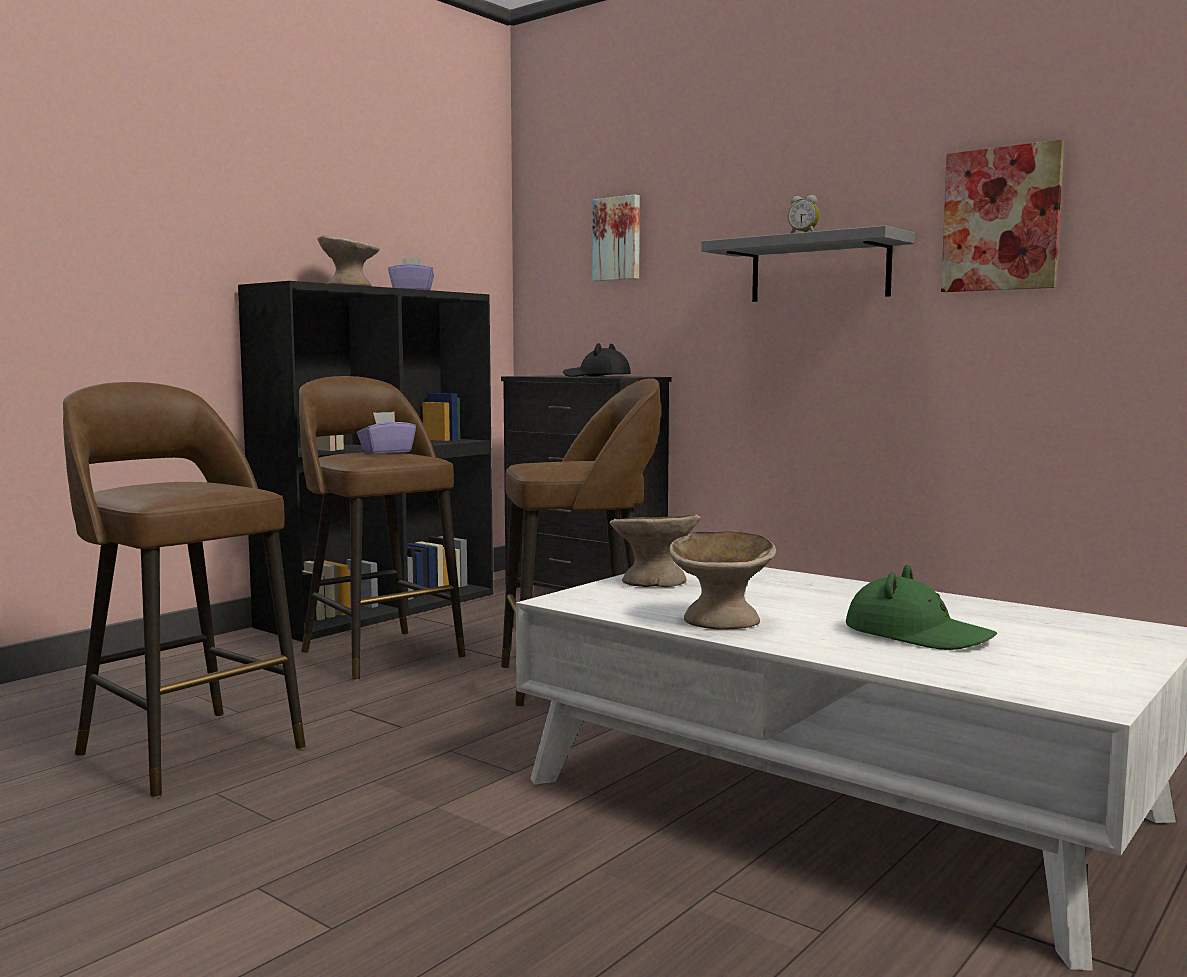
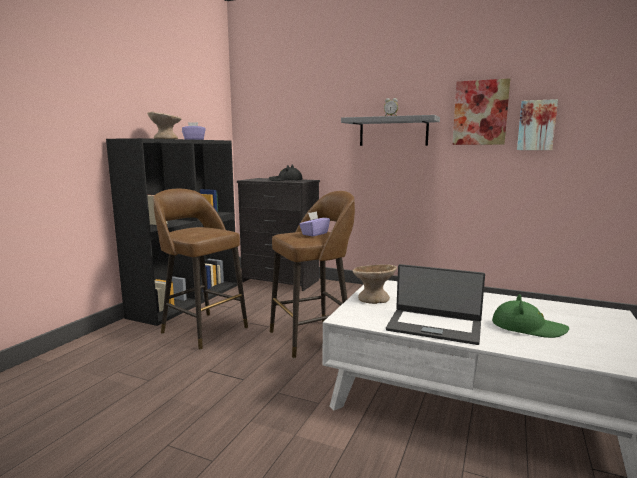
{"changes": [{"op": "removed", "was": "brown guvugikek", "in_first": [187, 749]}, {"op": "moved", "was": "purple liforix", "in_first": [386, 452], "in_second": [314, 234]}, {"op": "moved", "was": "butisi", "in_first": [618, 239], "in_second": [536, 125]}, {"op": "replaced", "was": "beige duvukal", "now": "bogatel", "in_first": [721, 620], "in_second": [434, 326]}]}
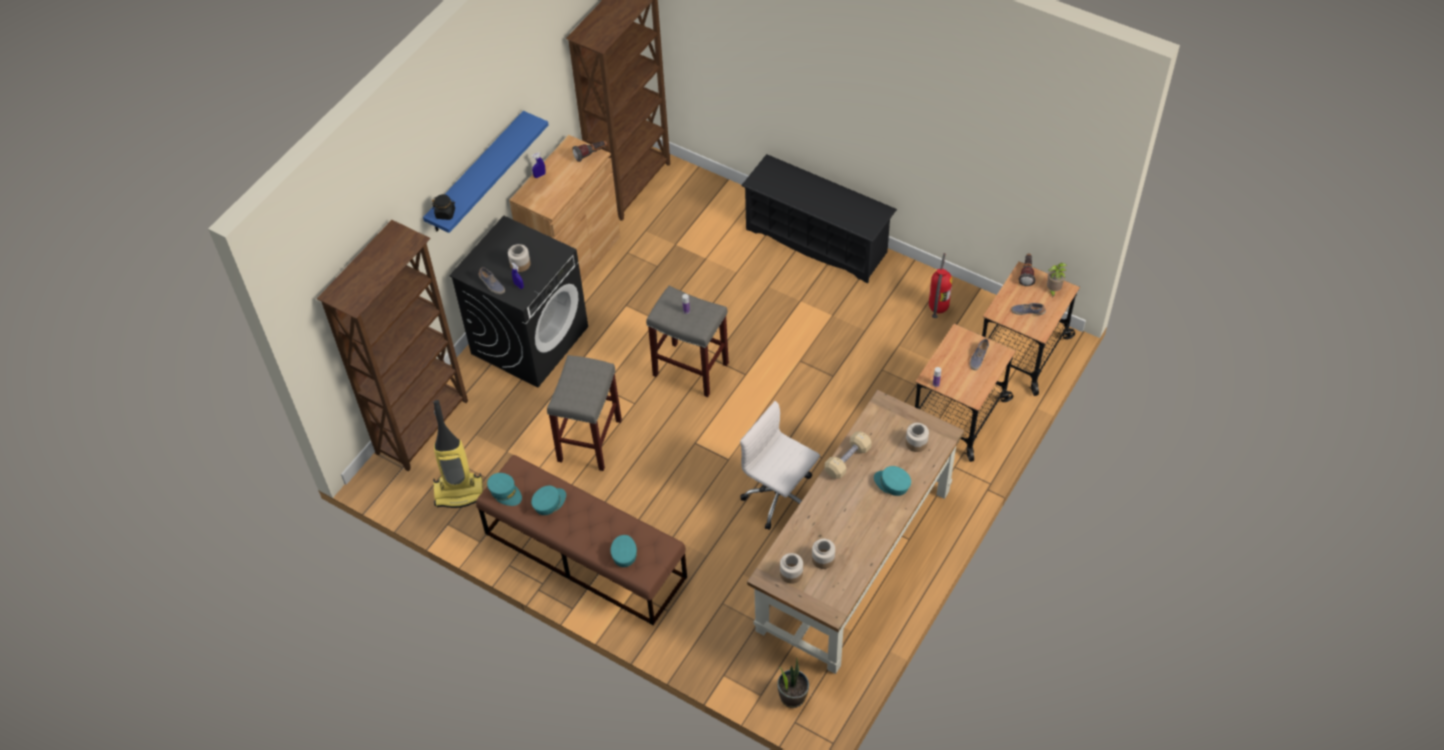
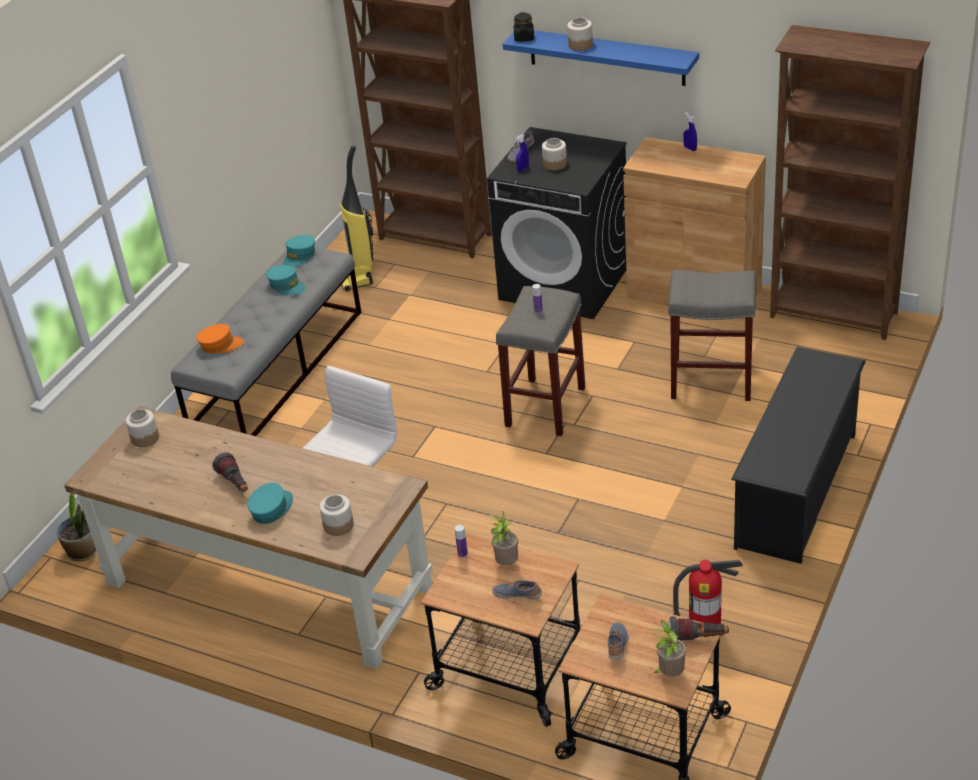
{"changes": [{"op": "removed", "was": "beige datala", "in_first": [847, 460]}, {"op": "added", "now": "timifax", "in_second": [506, 563]}, {"op": "moved", "was": "grey guvugikek", "in_first": [590, 441], "in_second": [710, 382]}, {"op": "moved", "was": "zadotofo", "in_first": [591, 154], "in_second": [235, 484]}, {"op": "moved", "was": "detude", "in_first": [822, 559], "in_second": [580, 45]}, {"op": "recoloured", "was": "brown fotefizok", "now": "grey fotefizok", "in_first": [584, 555], "in_second": [277, 368]}, {"op": "recoloured", "was": "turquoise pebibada", "now": "orange pebibada", "in_first": [624, 553], "in_second": [220, 345]}]}
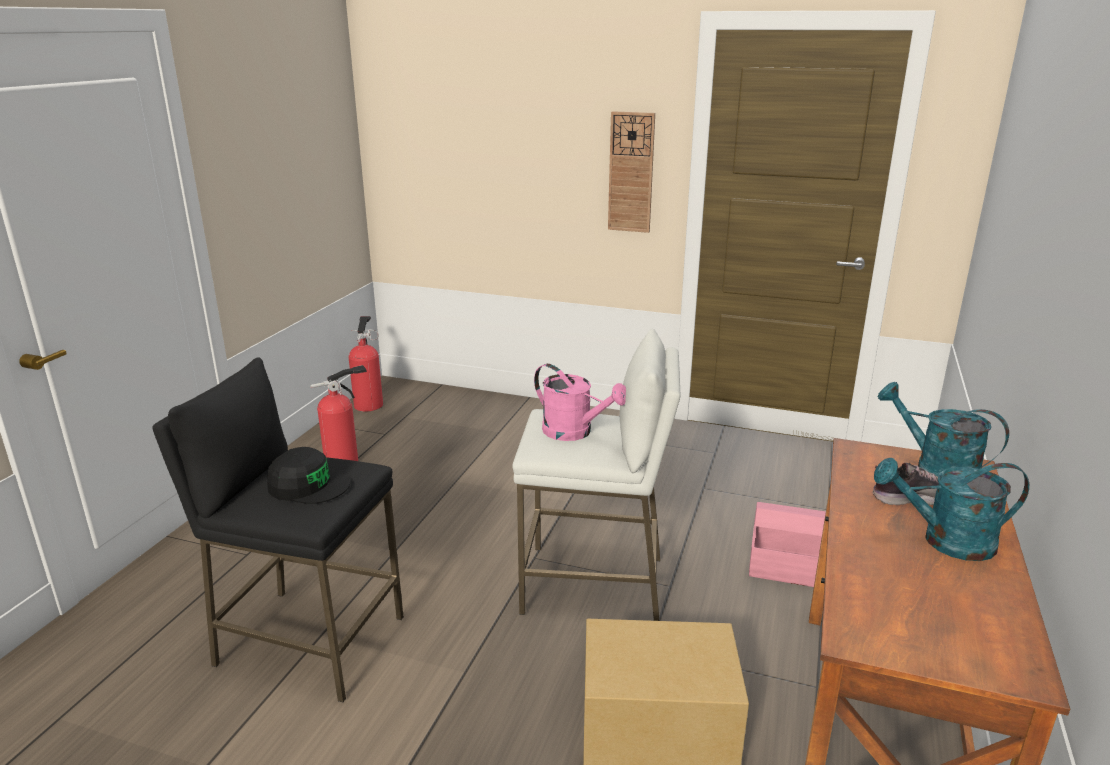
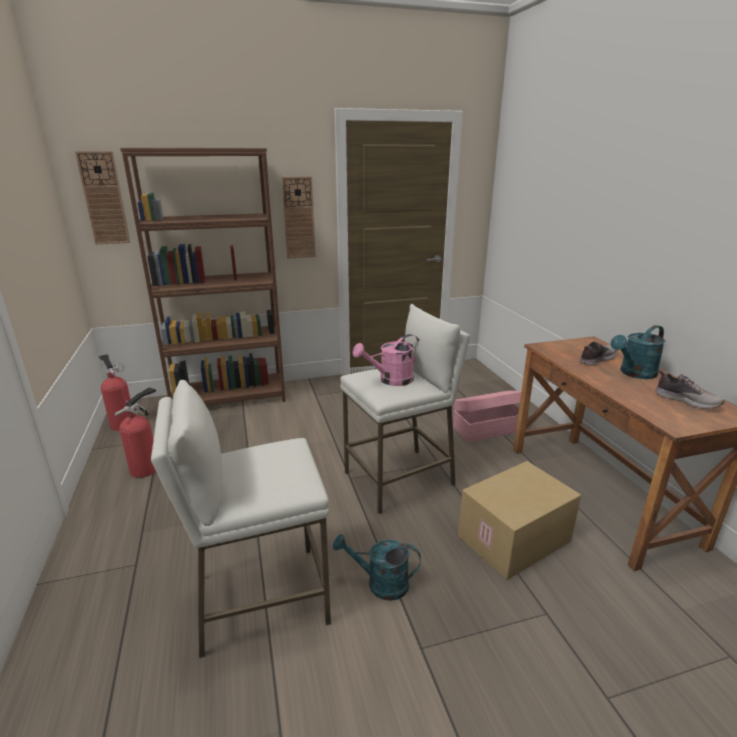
{"changes": [{"op": "removed", "was": "black pebibada", "in_first": [308, 486]}, {"op": "added", "now": "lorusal", "in_second": [104, 198]}, {"op": "added", "now": "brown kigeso", "in_second": [229, 398]}, {"op": "added", "now": "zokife", "in_second": [686, 401]}, {"op": "moved", "was": "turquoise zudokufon", "in_first": [935, 470], "in_second": [380, 583]}, {"op": "recoloured", "was": "black guvugikek", "now": "white guvugikek", "in_first": [309, 642], "in_second": [260, 599]}, {"op": "turned", "was": "pink zudokufon", "in_first": [575, 432], "in_second": [390, 380], "clockwise": 150}]}
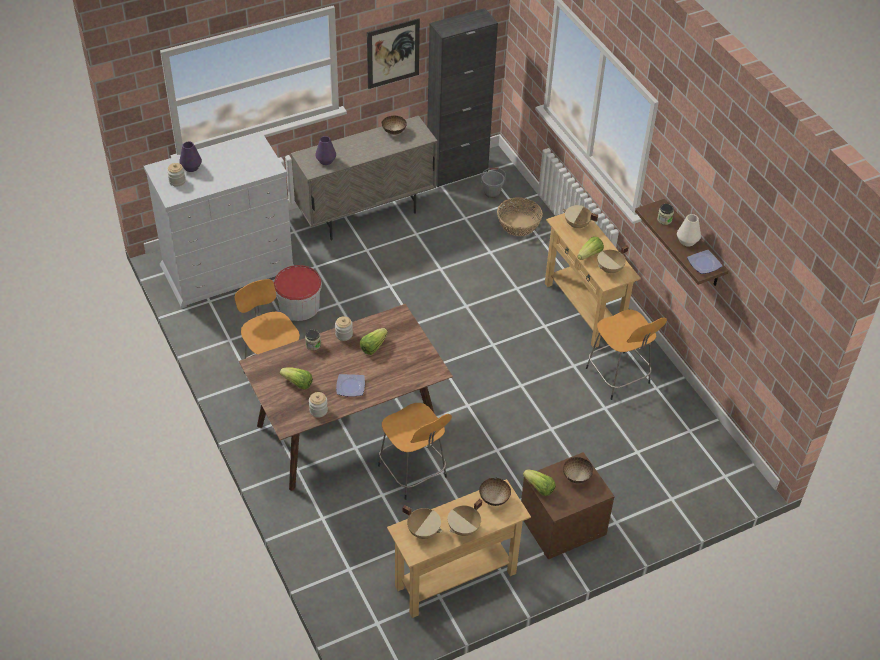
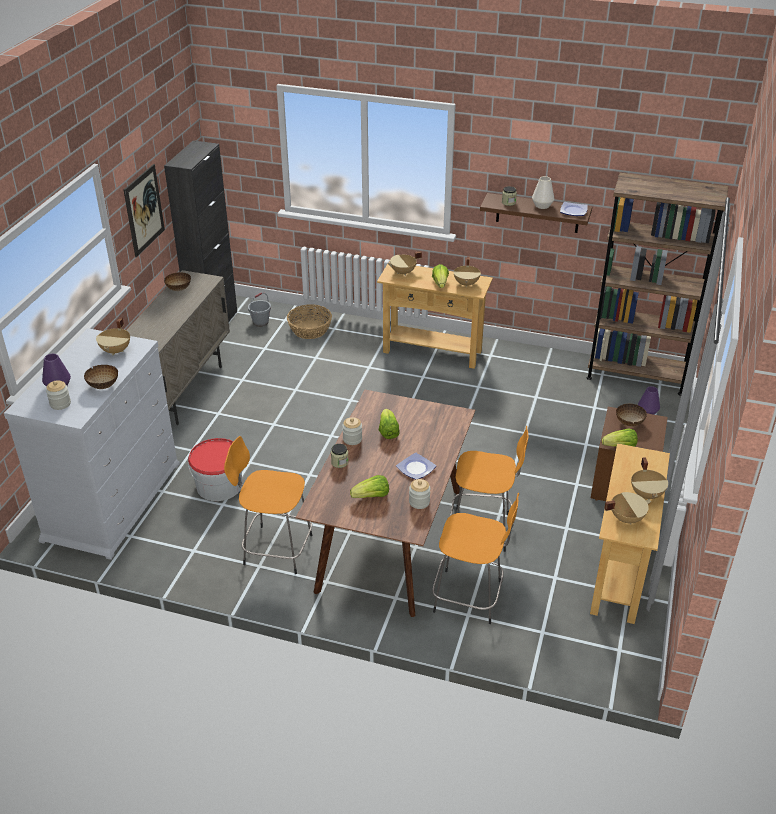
{"changes": [{"op": "added", "now": "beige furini", "in_second": [116, 350]}, {"op": "added", "now": "brown kigeso", "in_second": [636, 375]}, {"op": "moved", "was": "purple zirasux", "in_first": [326, 160], "in_second": [647, 412]}, {"op": "moved", "was": "duvukal", "in_first": [494, 499], "in_second": [104, 386]}, {"op": "moved", "was": "orange guvugikek", "in_first": [619, 377], "in_second": [470, 597]}]}
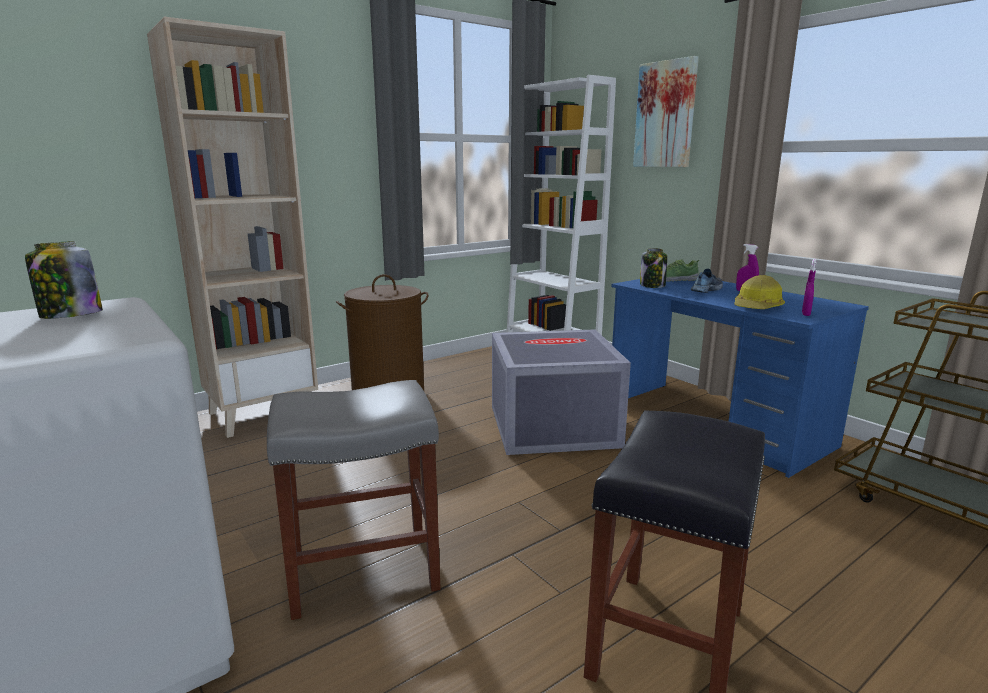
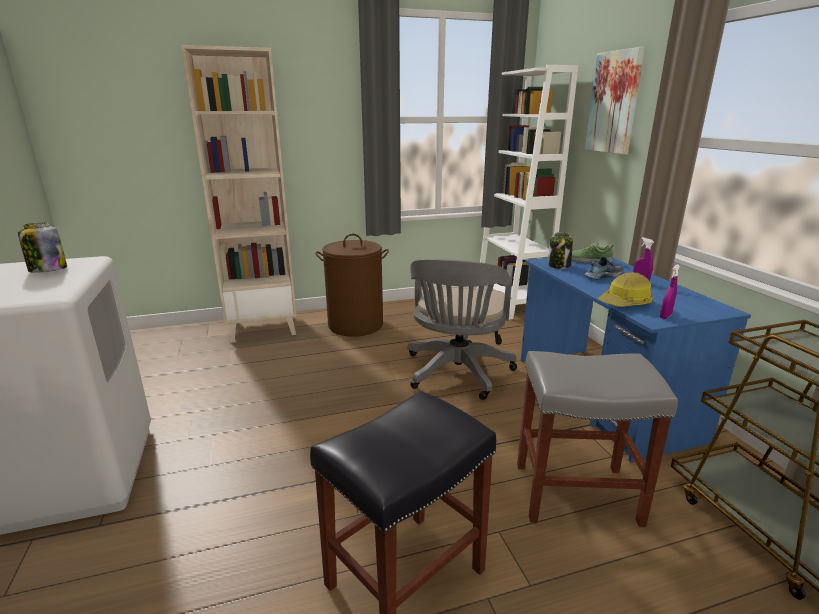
{"changes": [{"op": "moved", "was": "grey guvugikek", "in_first": [365, 569], "in_second": [577, 492]}, {"op": "replaced", "was": "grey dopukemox", "now": "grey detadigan", "in_first": [551, 427], "in_second": [457, 374]}]}
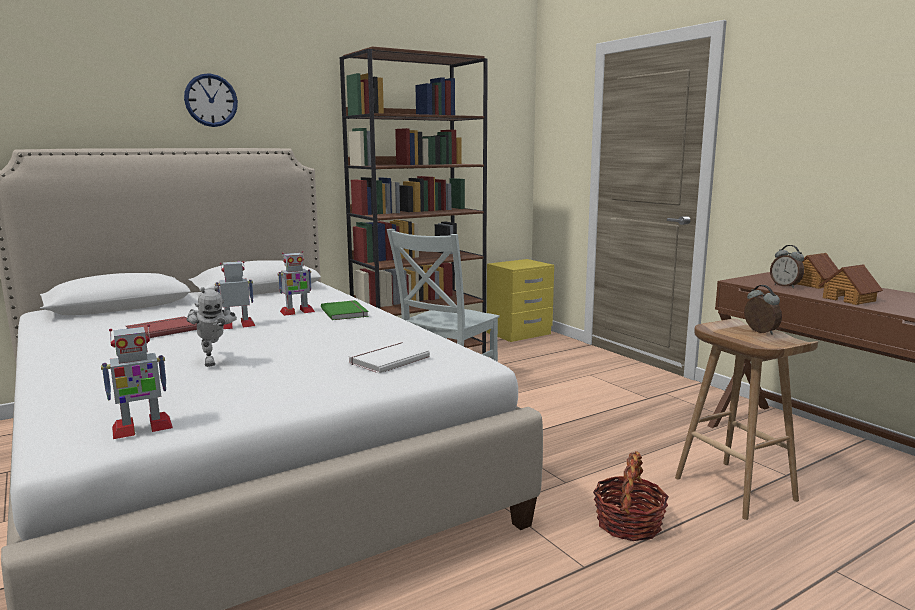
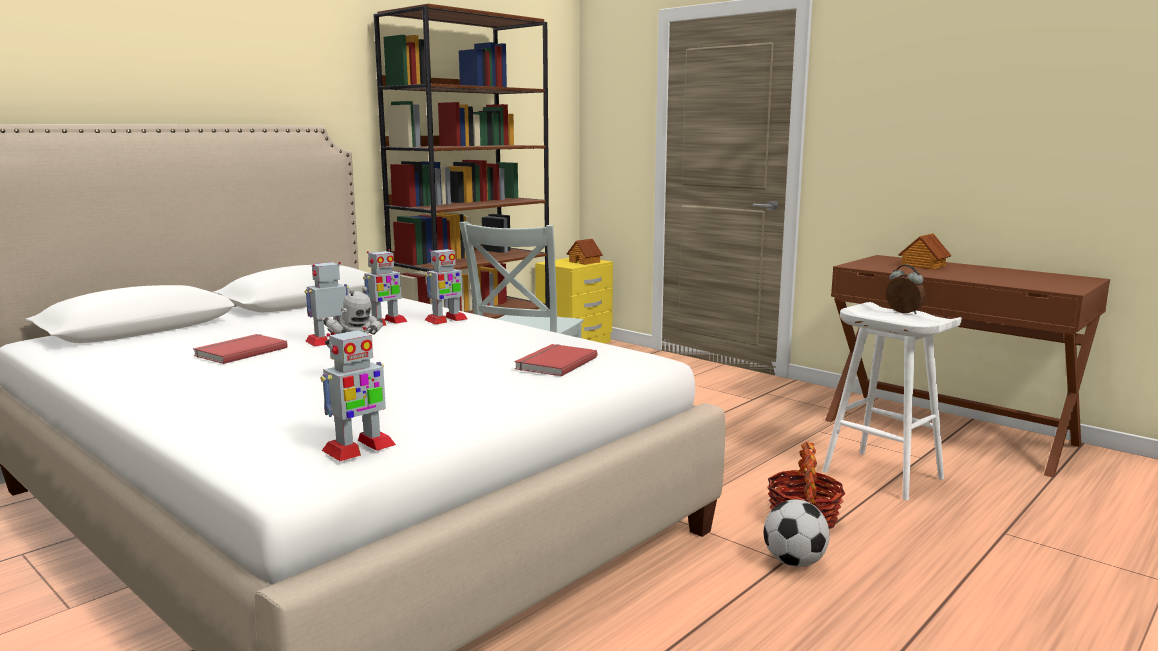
{"changes": [{"op": "removed", "was": "lorusal", "in_first": [211, 100]}, {"op": "removed", "was": "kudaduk", "in_first": [785, 286]}, {"op": "added", "now": "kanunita", "in_second": [794, 562]}, {"op": "moved", "was": "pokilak", "in_first": [849, 299], "in_second": [585, 262]}, {"op": "replaced", "was": "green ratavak", "now": "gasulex", "in_first": [346, 312], "in_second": [445, 320]}, {"op": "recoloured", "was": "white ratavak", "now": "red ratavak", "in_first": [387, 360], "in_second": [554, 363]}, {"op": "recoloured", "was": "brown guvugikek", "now": "white guvugikek", "in_first": [732, 488], "in_second": [880, 475]}]}
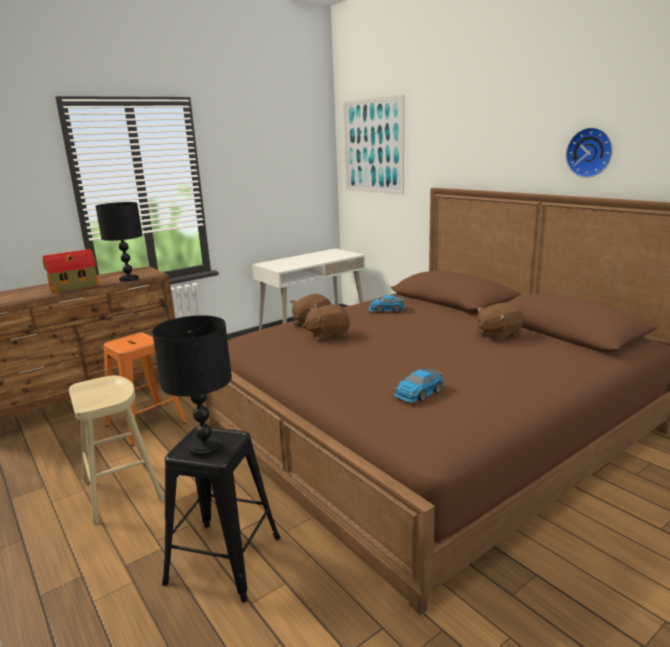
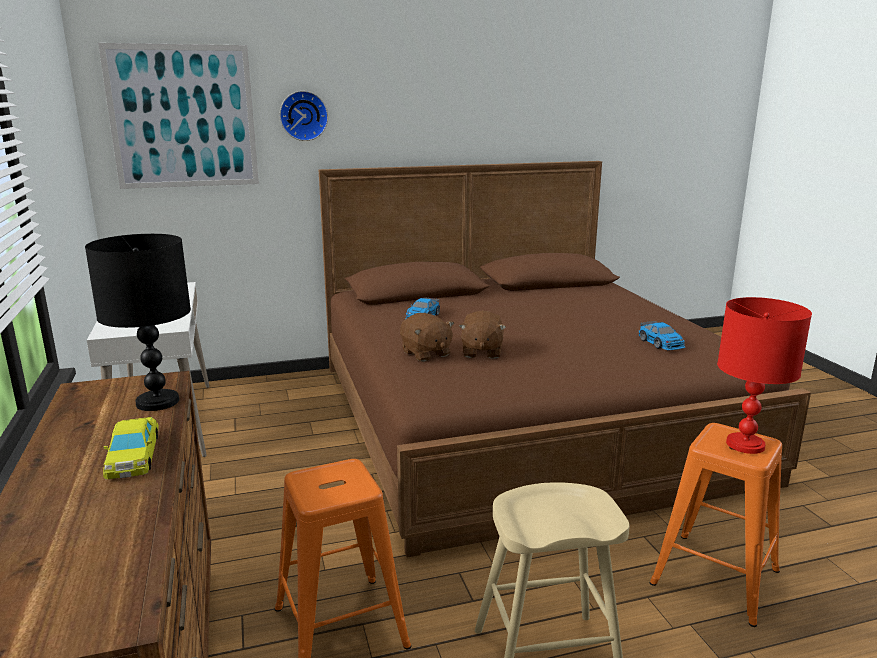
{"changes": [{"op": "removed", "was": "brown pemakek", "in_first": [498, 335]}, {"op": "moved", "was": "lorusal", "in_first": [590, 152], "in_second": [303, 116]}, {"op": "replaced", "was": "pokilak", "now": "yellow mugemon", "in_first": [75, 287], "in_second": [133, 455]}, {"op": "recoloured", "was": "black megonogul", "now": "red megonogul", "in_first": [206, 448], "in_second": [745, 444]}, {"op": "recoloured", "was": "black guvugikek", "now": "orange guvugikek", "in_first": [222, 560], "in_second": [716, 578]}]}
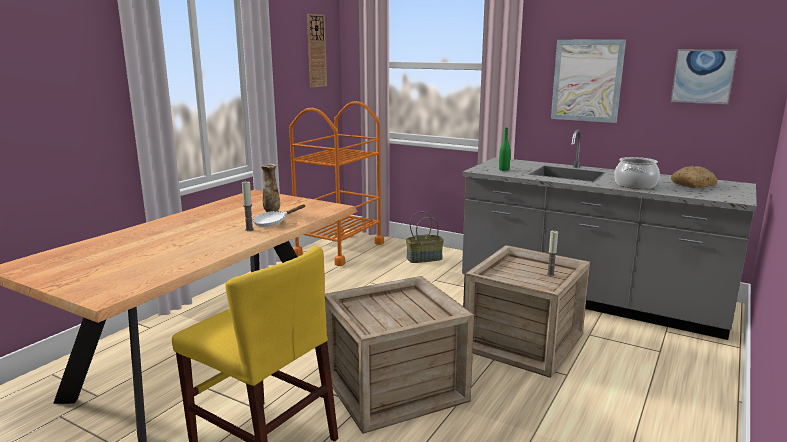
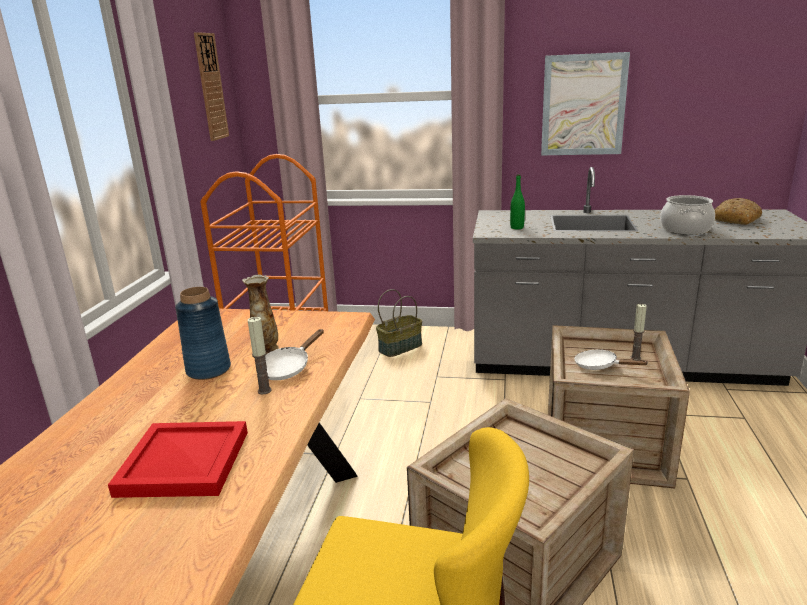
{"changes": [{"op": "removed", "was": "butisi", "in_first": [703, 76]}, {"op": "added", "now": "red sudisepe", "in_second": [182, 464]}, {"op": "added", "now": "blue zirasux", "in_second": [208, 370]}, {"op": "added", "now": "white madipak", "in_second": [600, 366]}]}
